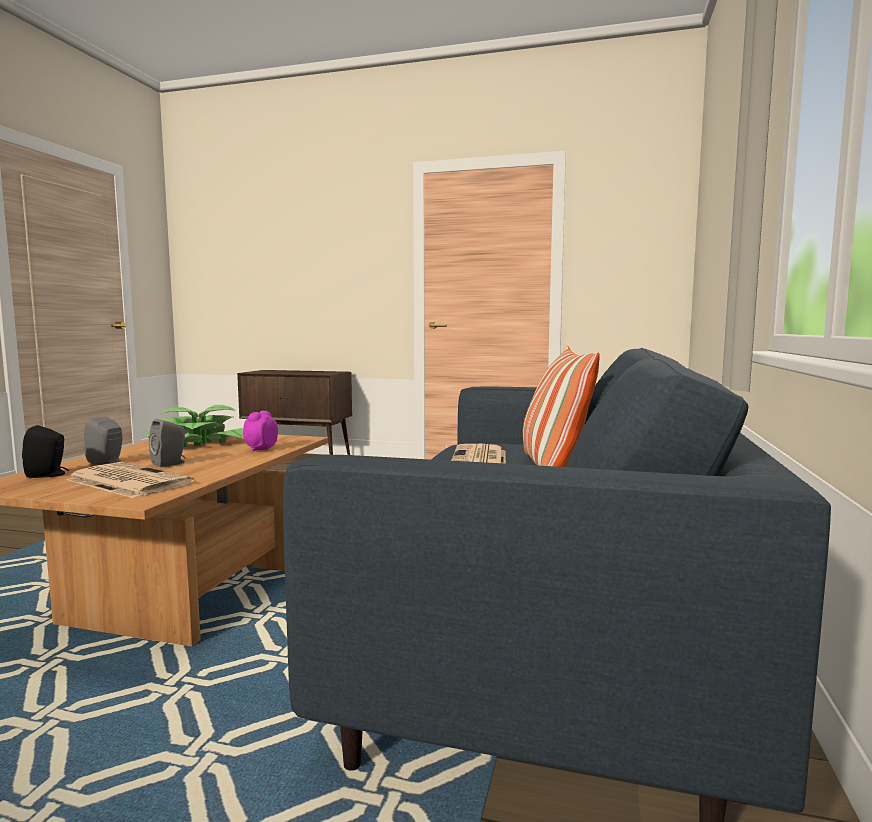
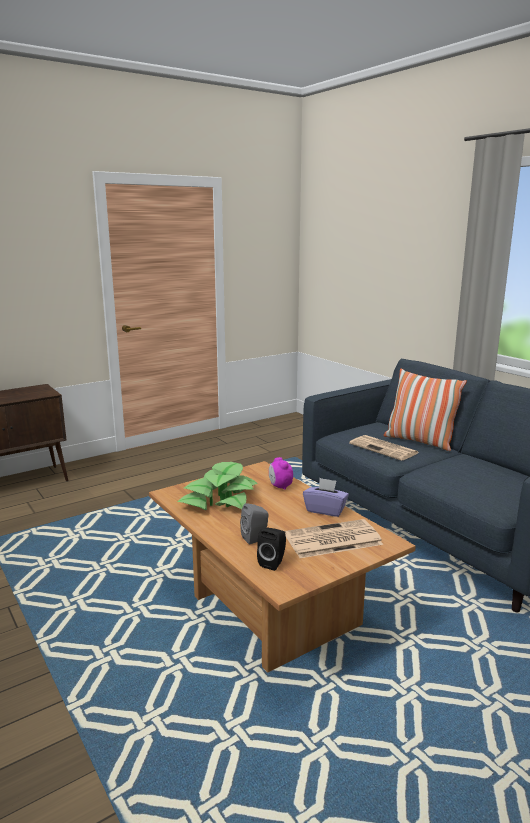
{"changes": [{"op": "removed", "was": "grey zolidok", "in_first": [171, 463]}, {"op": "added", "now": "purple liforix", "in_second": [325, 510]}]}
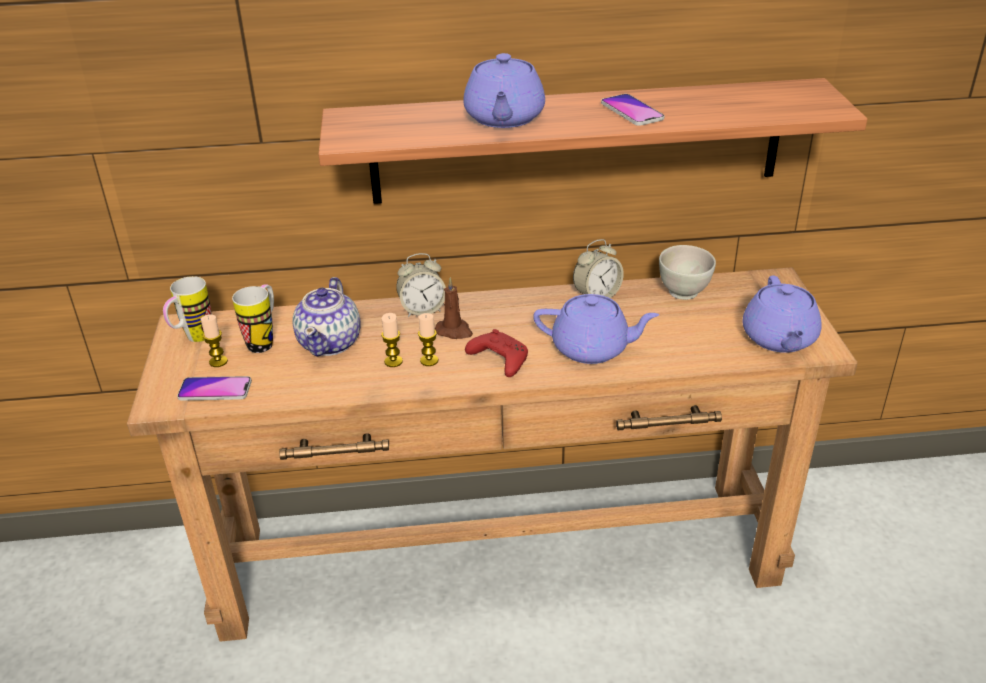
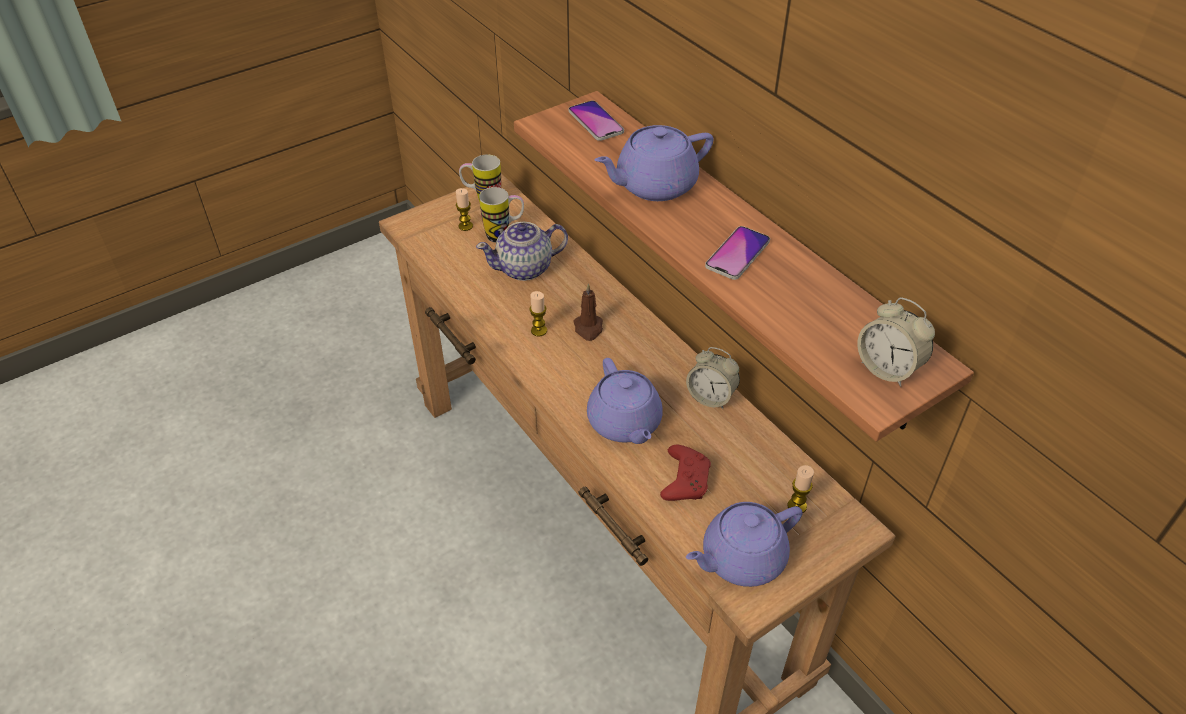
{"changes": [{"op": "removed", "was": "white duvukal", "in_first": [683, 293]}, {"op": "moved", "was": "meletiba", "in_first": [215, 390], "in_second": [595, 122]}, {"op": "moved", "was": "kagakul", "in_first": [393, 361], "in_second": [797, 506]}, {"op": "moved", "was": "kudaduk", "in_first": [422, 310], "in_second": [887, 368]}, {"op": "moved", "was": "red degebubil", "in_first": [498, 361], "in_second": [684, 480]}]}
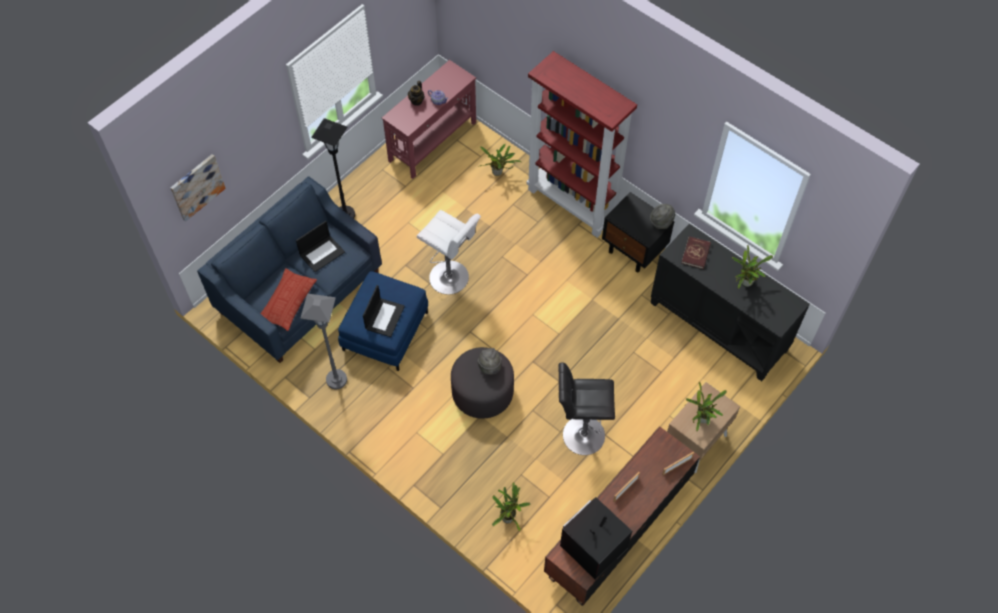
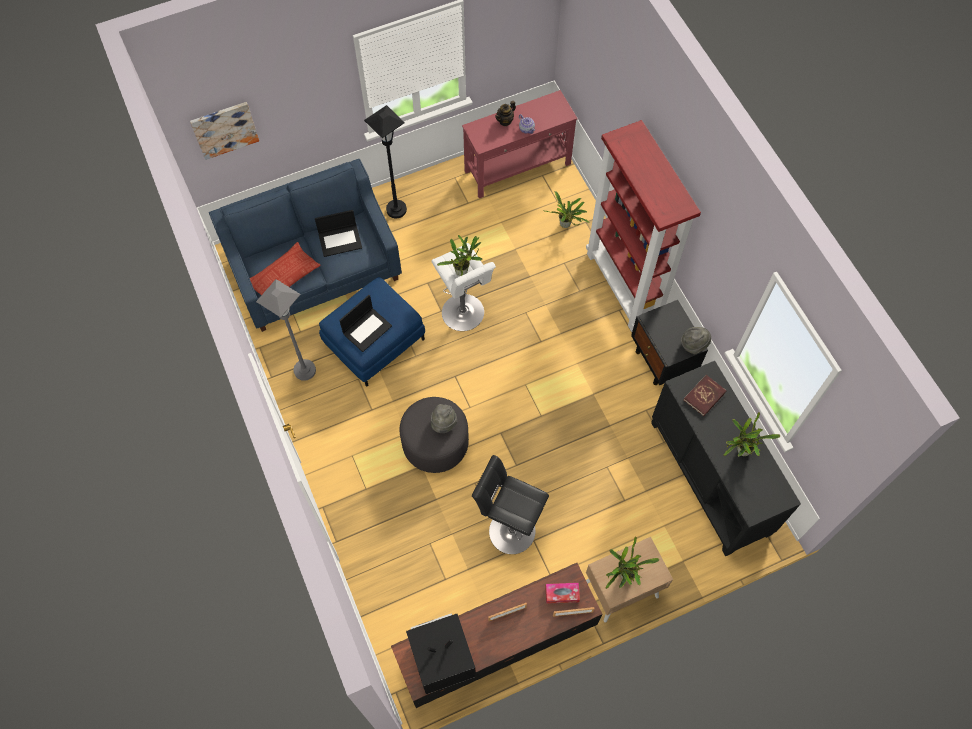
{"changes": [{"op": "added", "now": "liforix", "in_second": [562, 594]}, {"op": "moved", "was": "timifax", "in_first": [509, 516], "in_second": [463, 271]}]}
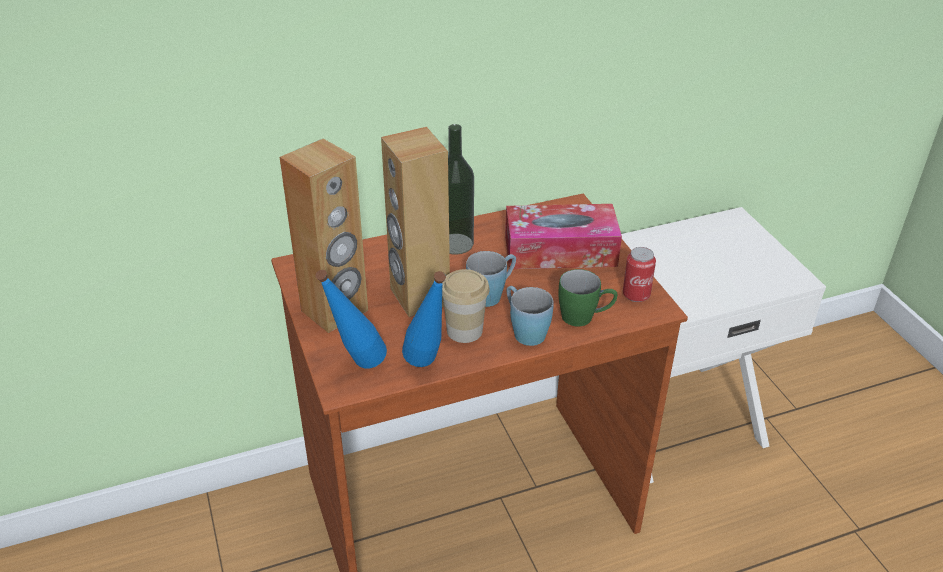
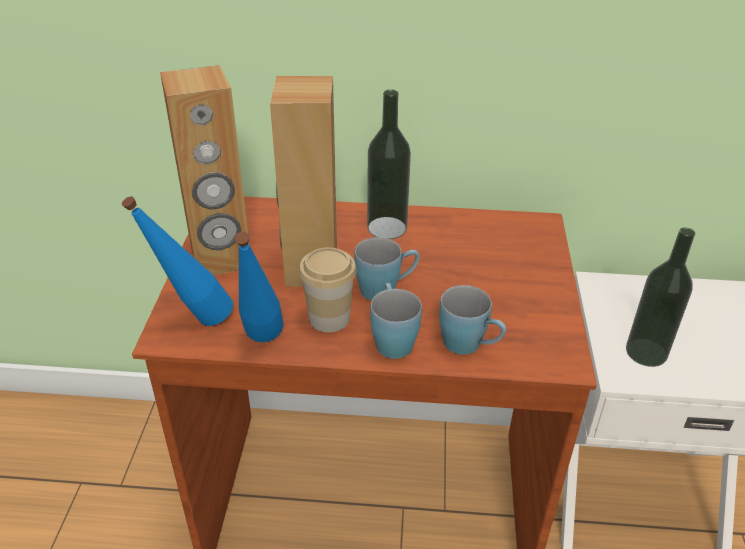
{"changes": [{"op": "removed", "was": "liforix", "in_first": [560, 250]}, {"op": "removed", "was": "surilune", "in_first": [636, 295]}, {"op": "added", "now": "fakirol", "in_second": [646, 352]}, {"op": "recoloured", "was": "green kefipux", "now": "blue kefipux", "in_first": [585, 317], "in_second": [470, 346]}]}
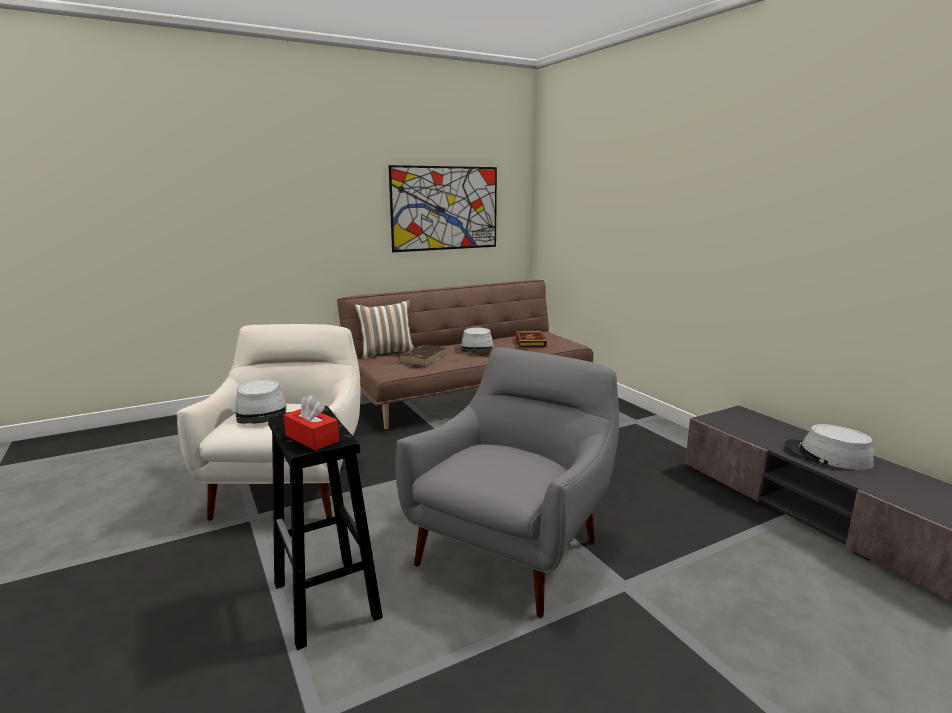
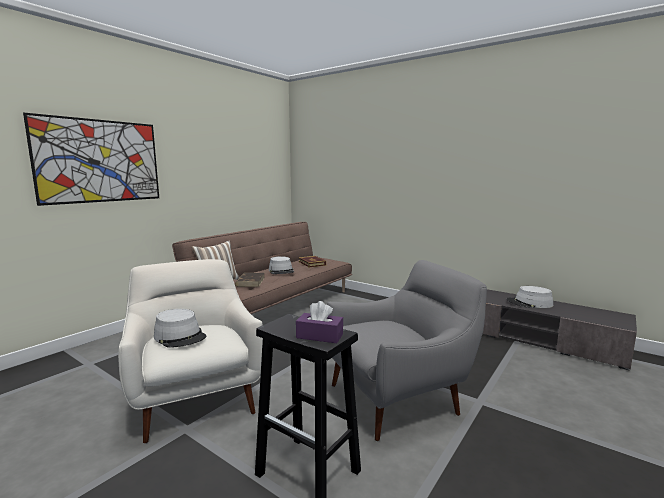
{"changes": [{"op": "moved", "was": "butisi", "in_first": [445, 208], "in_second": [100, 161]}, {"op": "recoloured", "was": "red liforix", "now": "purple liforix", "in_first": [312, 438], "in_second": [319, 336]}, {"op": "turned", "was": "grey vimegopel", "in_first": [512, 548], "in_second": [398, 397], "clockwise": 60}]}
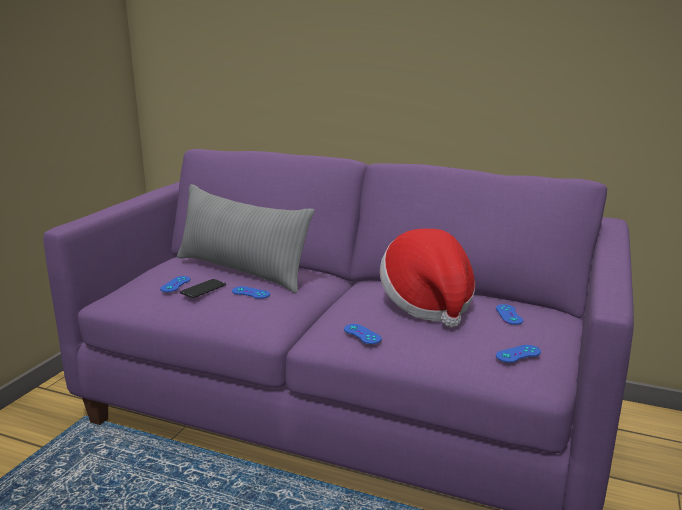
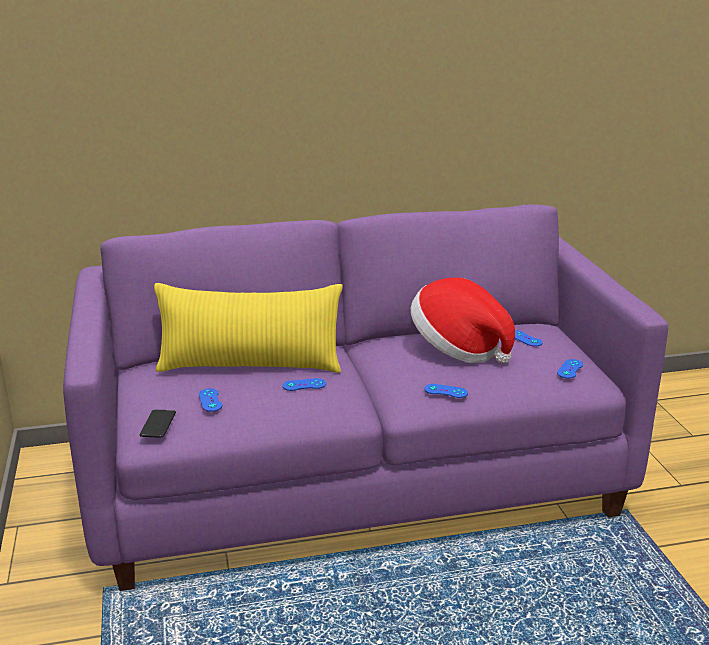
{"changes": [{"op": "moved", "was": "meletiba", "in_first": [203, 289], "in_second": [158, 424]}, {"op": "recoloured", "was": "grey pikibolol", "now": "yellow pikibolol", "in_first": [241, 271], "in_second": [250, 366]}]}
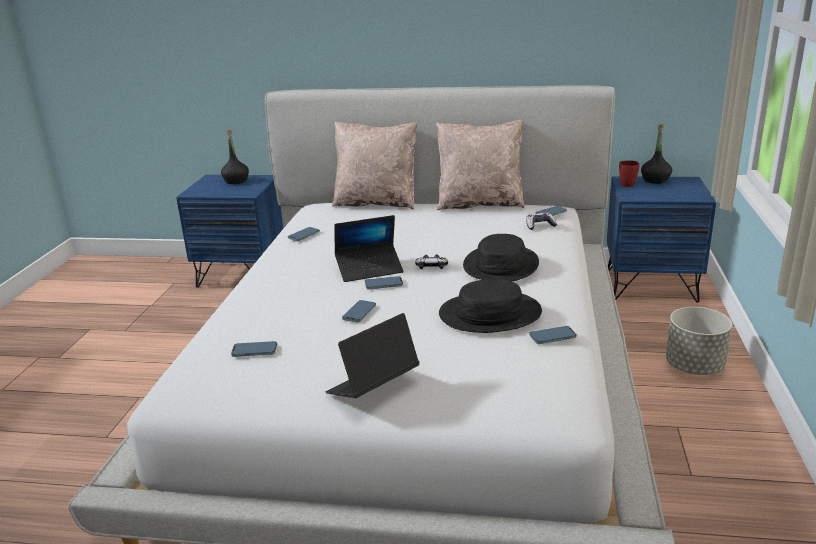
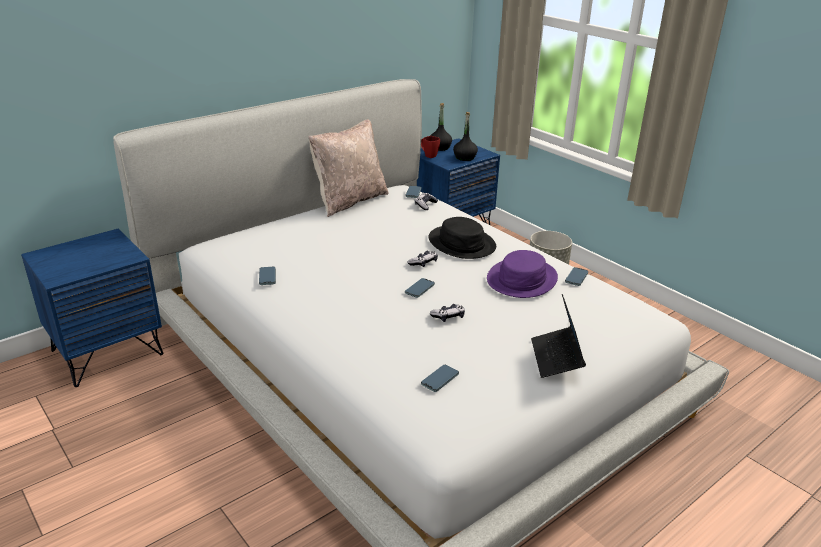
{"changes": [{"op": "removed", "was": "beige pikibolol", "in_first": [376, 203]}, {"op": "removed", "was": "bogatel", "in_first": [369, 269]}, {"op": "moved", "was": "black fakirol", "in_first": [236, 181], "in_second": [465, 158]}, {"op": "replaced", "was": "meletiba", "now": "degebubil", "in_first": [359, 313], "in_second": [448, 317]}, {"op": "recoloured", "was": "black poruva", "now": "purple poruva", "in_first": [490, 314], "in_second": [522, 279]}]}
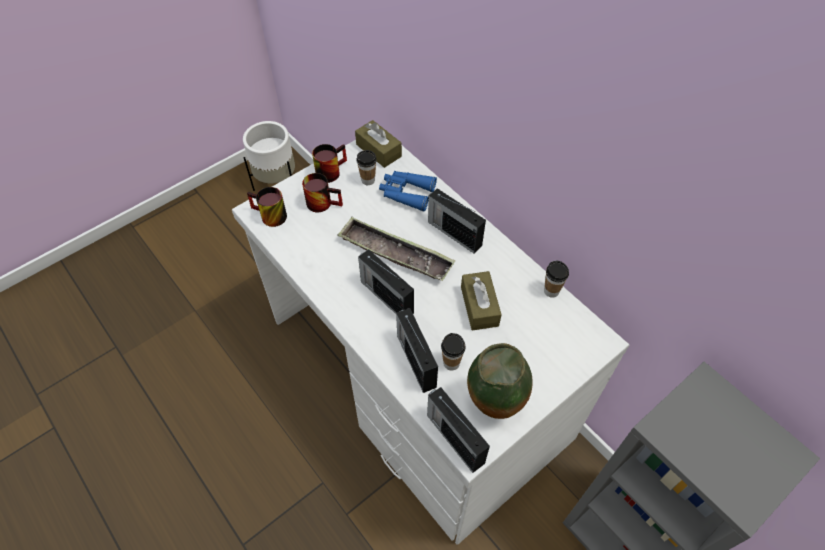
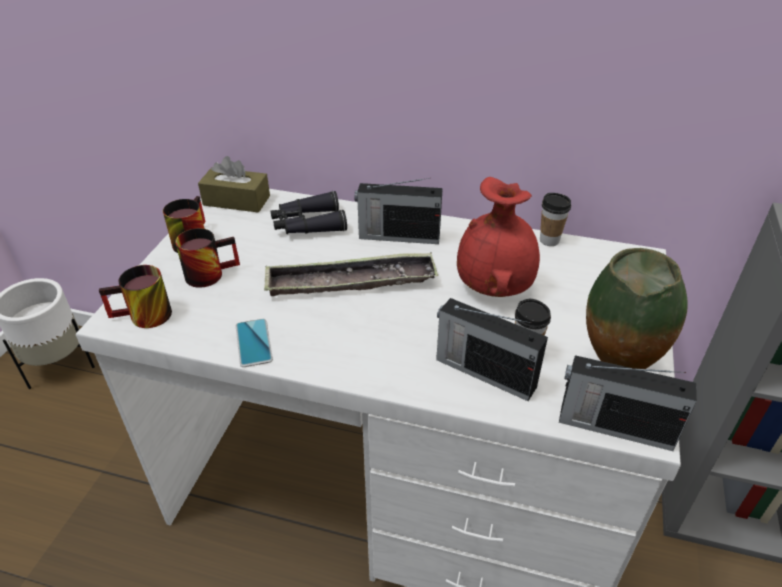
{"changes": [{"op": "removed", "was": "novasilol", "in_first": [368, 180]}, {"op": "removed", "was": "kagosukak", "in_first": [386, 296]}, {"op": "added", "now": "meletiba", "in_second": [254, 343]}, {"op": "replaced", "was": "brown liforix", "now": "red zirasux", "in_first": [479, 306], "in_second": [495, 286]}, {"op": "recoloured", "was": "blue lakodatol", "now": "black lakodatol", "in_first": [406, 193], "in_second": [308, 224]}]}
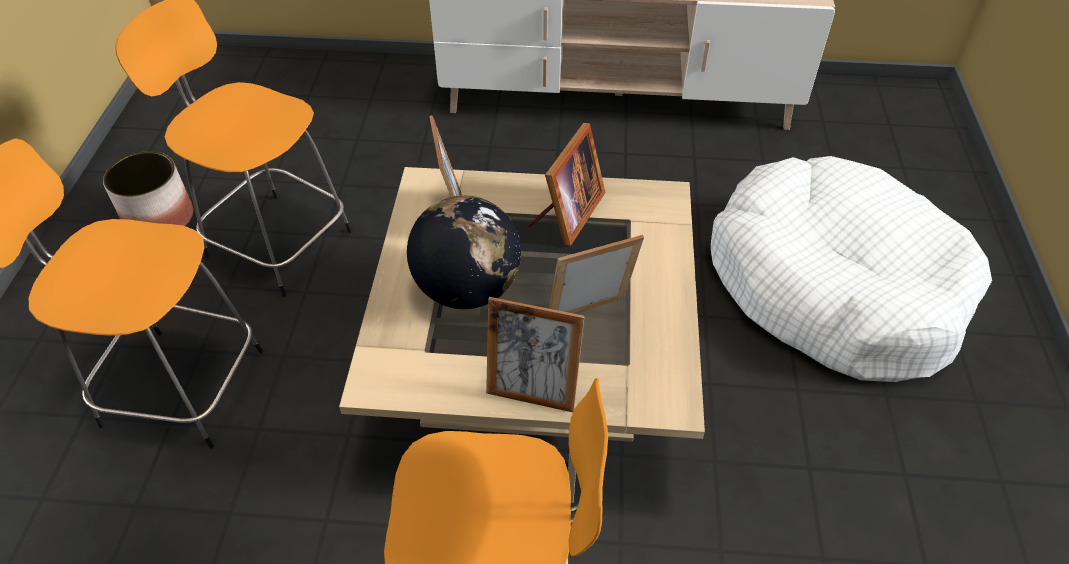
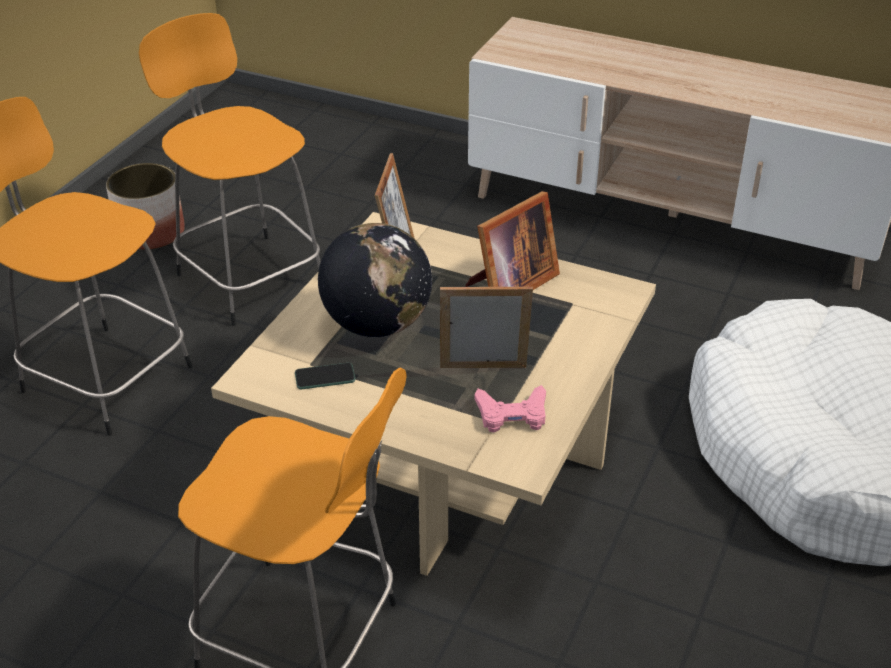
{"changes": [{"op": "removed", "was": "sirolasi", "in_first": [532, 392]}, {"op": "added", "now": "meletiba", "in_second": [325, 377]}, {"op": "added", "now": "pink degebubil", "in_second": [512, 414]}]}
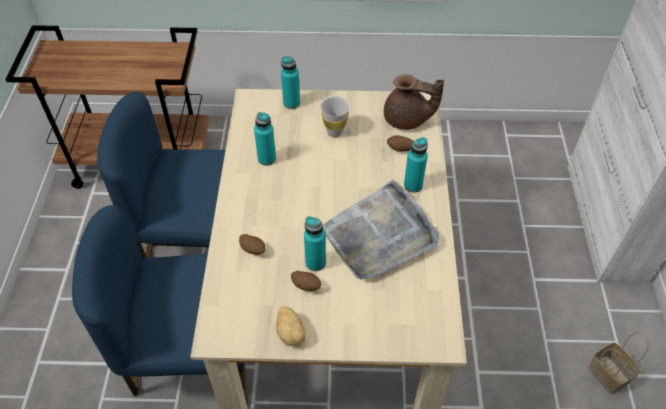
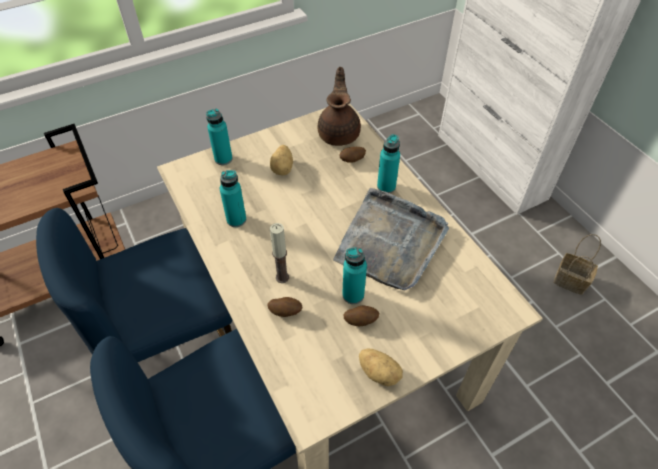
{"changes": [{"op": "added", "now": "kagakul", "in_second": [282, 277]}, {"op": "replaced", "was": "white novasilol", "now": "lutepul", "in_first": [335, 132], "in_second": [283, 168]}, {"op": "turned", "was": "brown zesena", "in_first": [407, 120], "in_second": [339, 133], "clockwise": -75}]}
